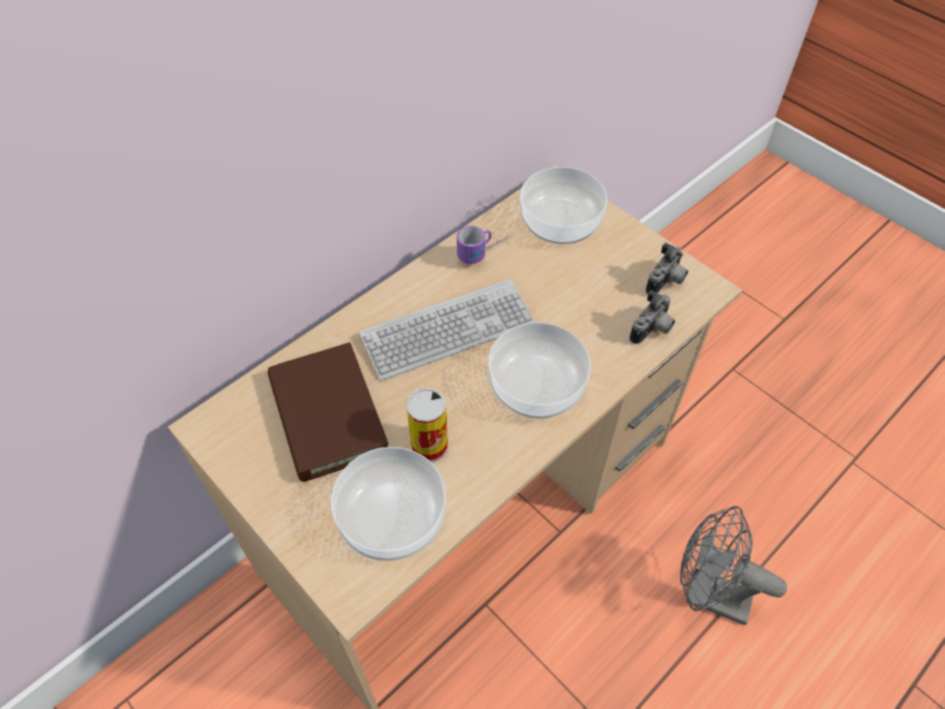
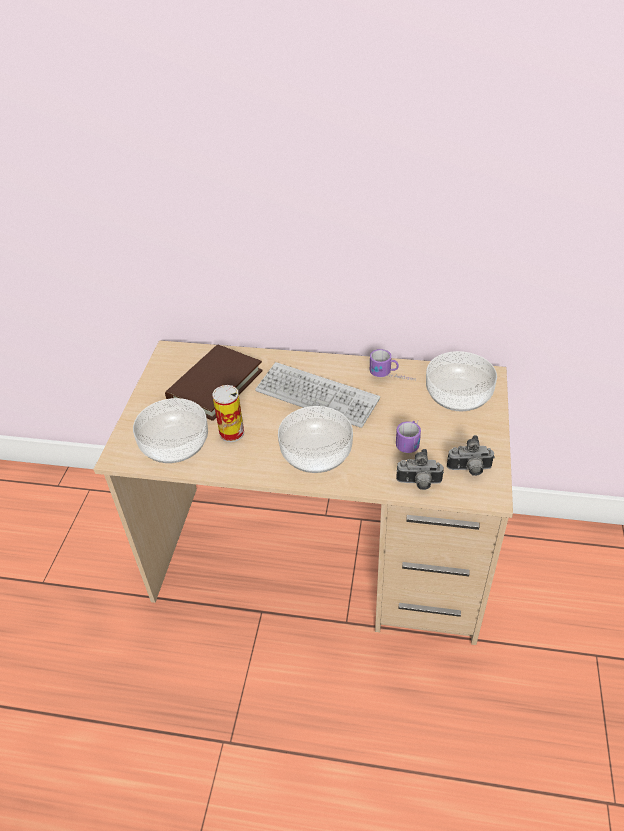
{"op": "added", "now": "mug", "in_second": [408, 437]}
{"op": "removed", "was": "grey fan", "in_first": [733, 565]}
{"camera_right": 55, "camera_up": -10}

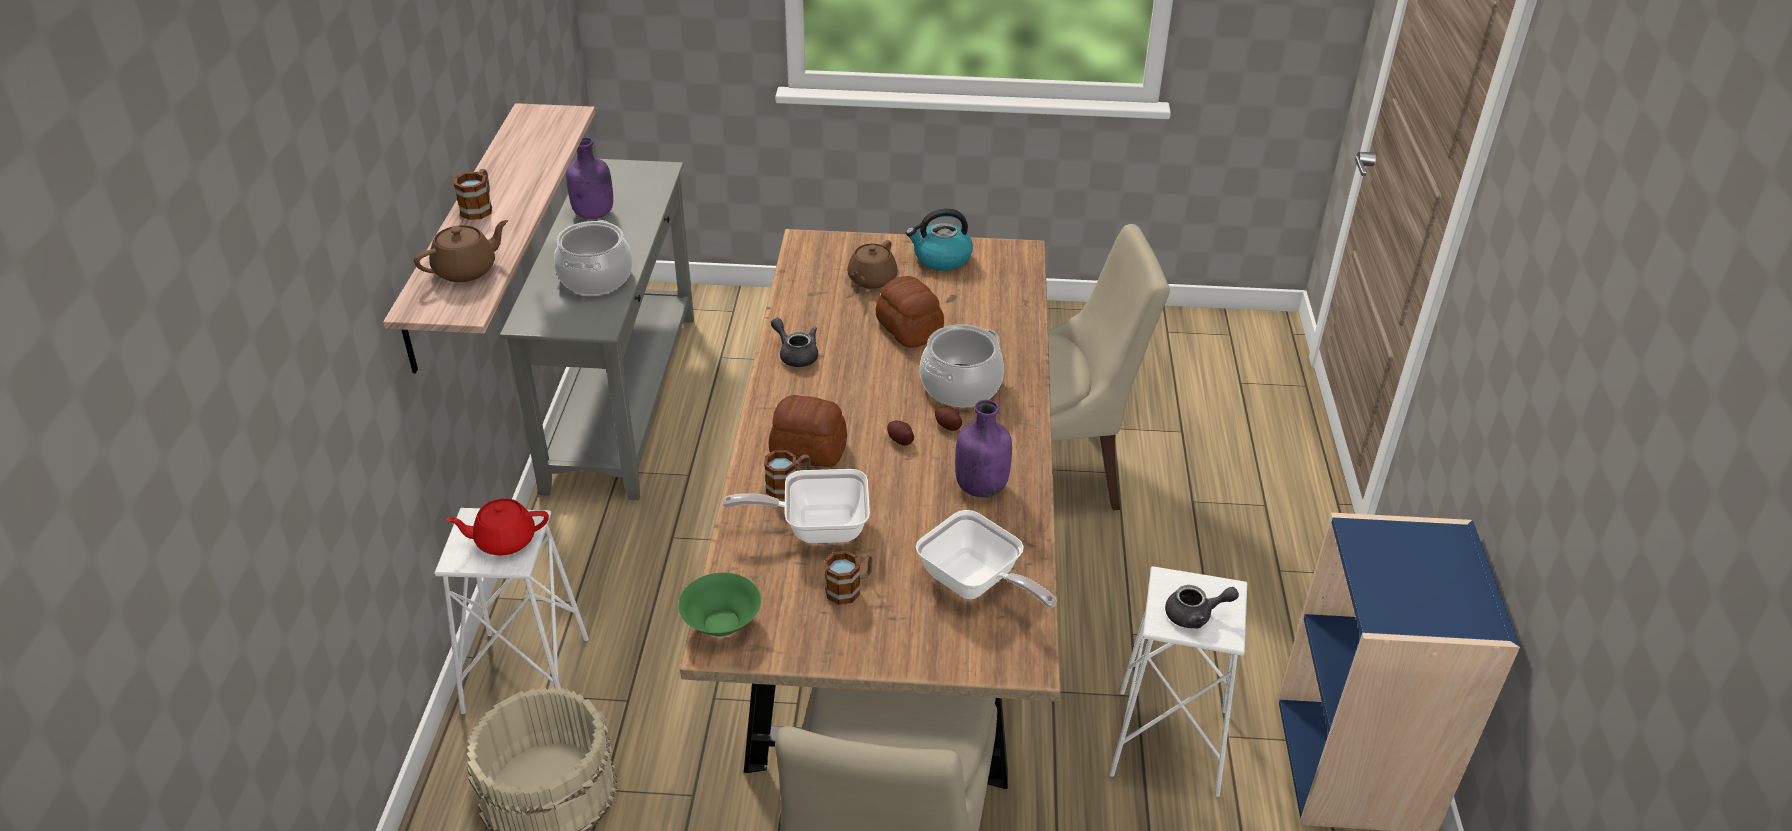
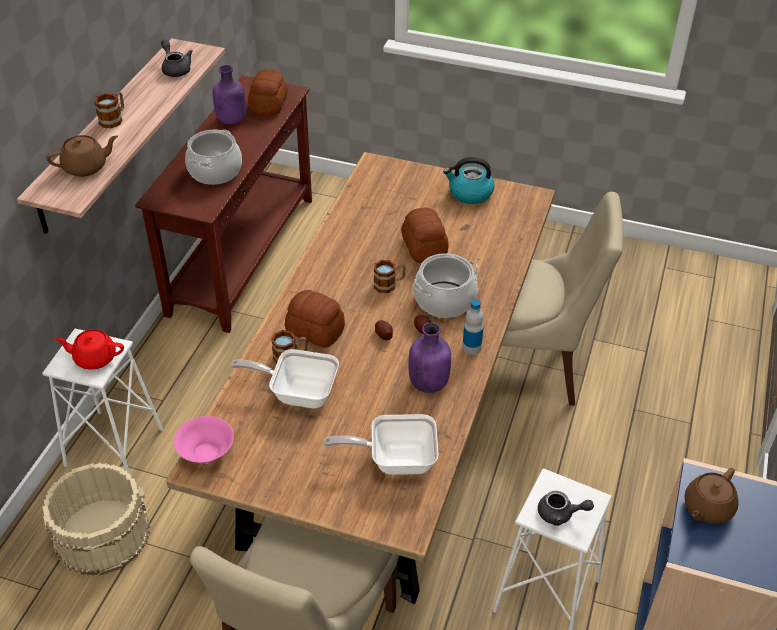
{"op": "recoloured", "was": "grey console table", "now": "brown console table", "in_first": [597, 329], "in_second": [223, 204]}
{"op": "moved", "was": "grey teapot", "in_first": [794, 342], "in_second": [177, 58]}
{"op": "recoloured", "was": "green bowl", "now": "pink bowl", "in_first": [719, 604], "in_second": [204, 439]}
{"op": "added", "now": "bread", "in_second": [268, 92]}
{"op": "turned", "was": "frying pan", "in_first": [986, 559], "in_second": [381, 444], "clockwise": 120}
{"op": "moved", "was": "mug", "in_first": [848, 578], "in_second": [390, 276]}
{"op": "added", "now": "bottle", "in_second": [473, 327]}
{"op": "moved", "was": "brown teapot", "in_first": [872, 264], "in_second": [711, 496]}
{"camera_right": 15, "camera_up": 5}

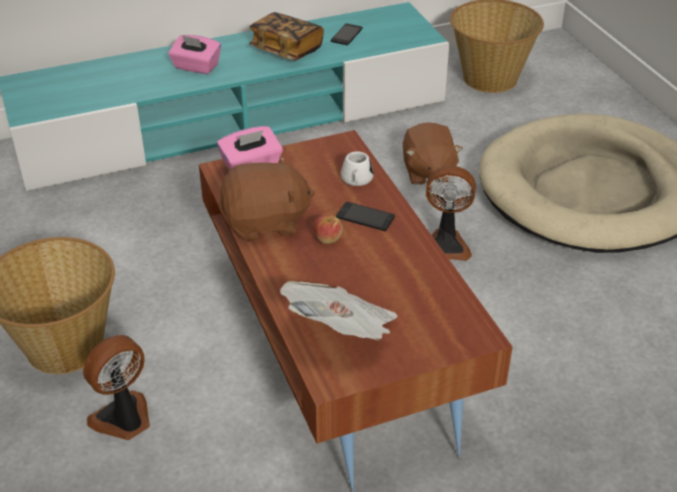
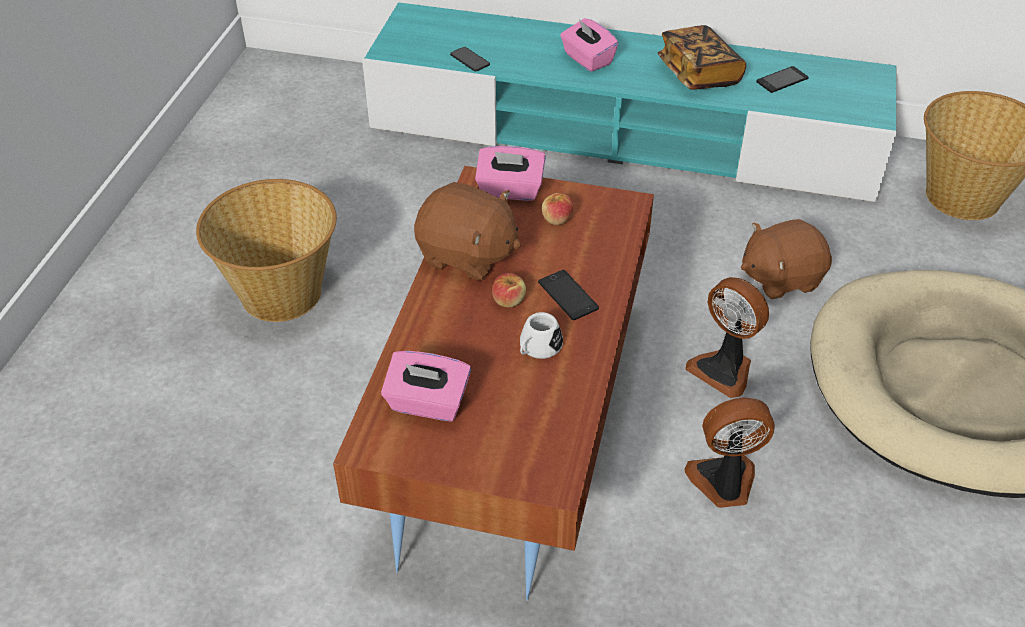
{"op": "replaced", "was": "newspaper", "now": "pink tissue box", "in_first": [339, 311], "in_second": [426, 386]}
{"op": "added", "now": "phone", "in_second": [470, 59]}
{"op": "moved", "was": "white mug", "in_first": [357, 168], "in_second": [541, 335]}
{"op": "added", "now": "apple", "in_second": [558, 209]}
{"op": "moved", "was": "fan", "in_first": [116, 387], "in_second": [729, 452]}
{"op": "turned", "was": "brown plush toy", "in_first": [433, 153], "in_second": [786, 259], "clockwise": 45}
{"camera_right": 35, "camera_up": 5}

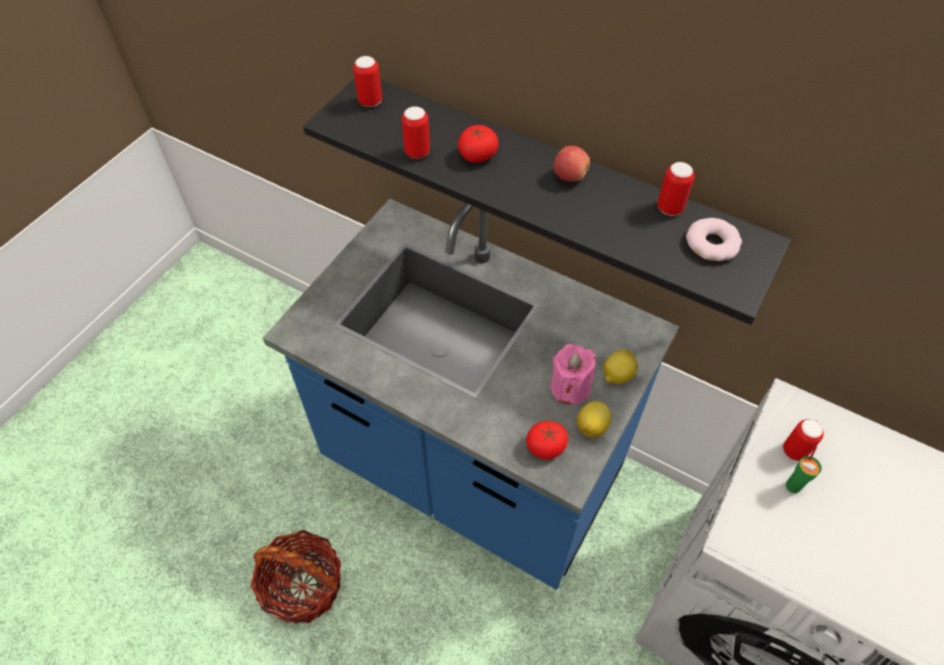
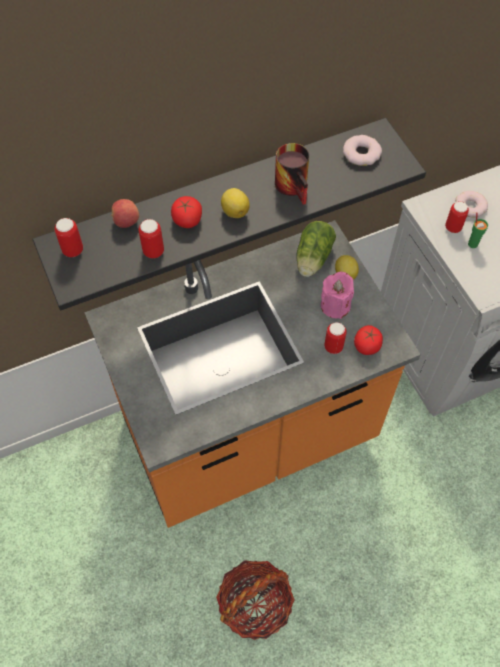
{"op": "recoloured", "was": "blue counter", "now": "orange counter", "in_first": [471, 394], "in_second": [252, 374]}
{"op": "moved", "was": "apple", "in_first": [572, 164], "in_second": [124, 213]}
{"op": "moved", "was": "lemon", "in_first": [594, 419], "in_second": [235, 203]}
{"op": "added", "now": "mug", "in_second": [292, 174]}
{"op": "added", "now": "lettuce", "in_second": [316, 249]}
{"op": "moved", "was": "can", "in_first": [675, 189], "in_second": [335, 338]}
{"op": "added", "now": "donut", "in_second": [471, 204]}
{"camera_right": -55, "camera_up": 5}

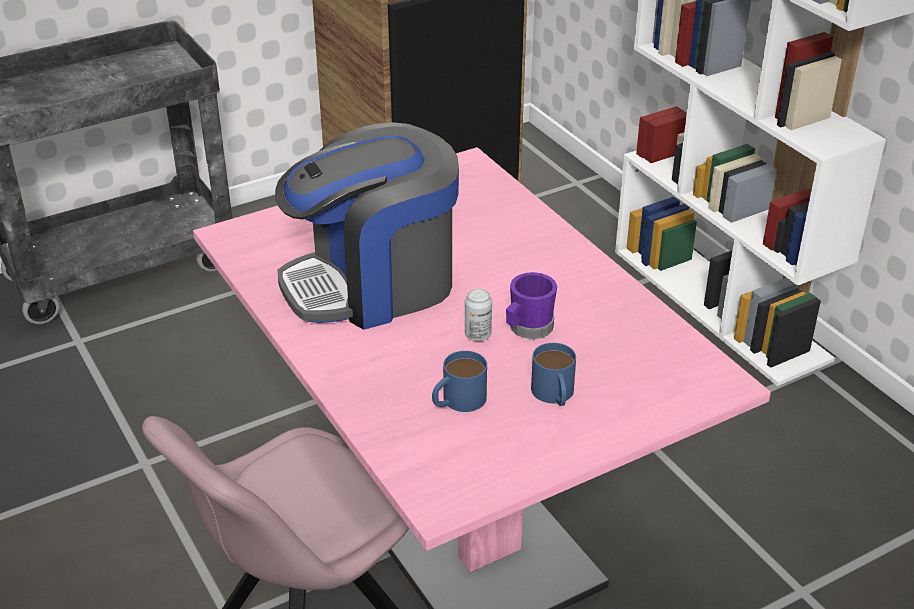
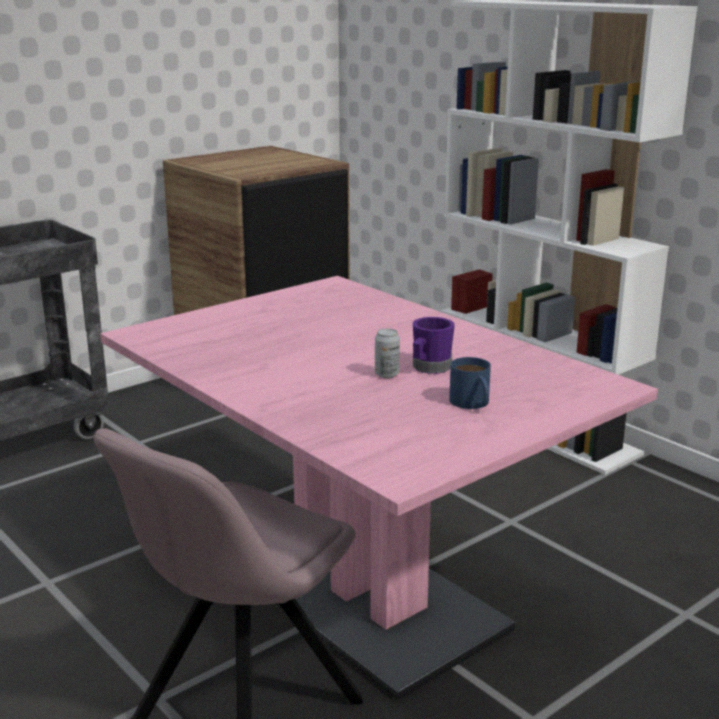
{"op": "removed", "was": "coffee machine", "in_first": [367, 226]}
{"op": "removed", "was": "blue mug", "in_first": [459, 381]}
{"camera_right": -10, "camera_up": -15}

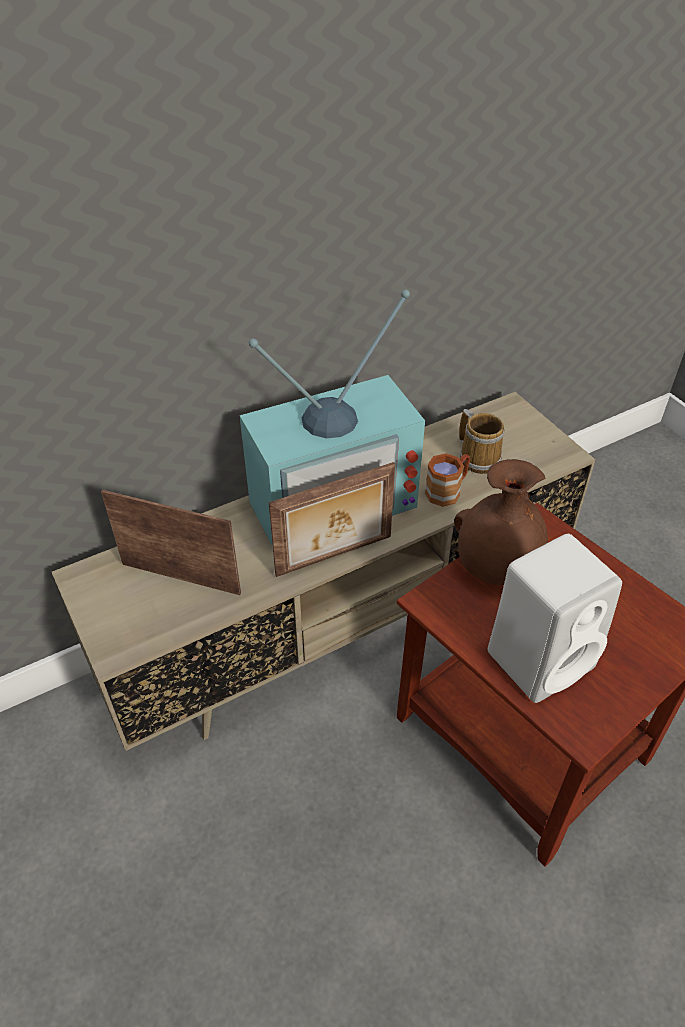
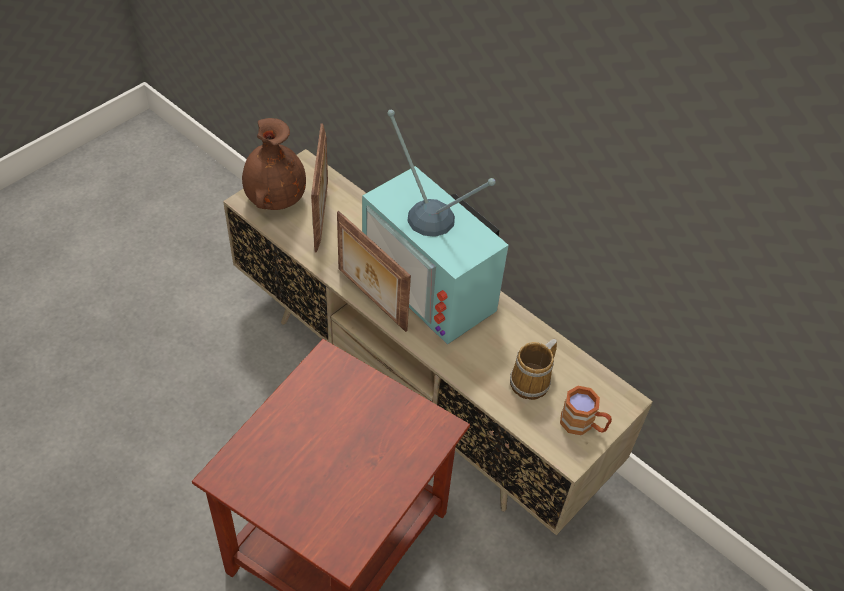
{"op": "moved", "was": "brown vase", "in_first": [501, 522], "in_second": [274, 164]}
{"op": "moved", "was": "brown mug", "in_first": [447, 480], "in_second": [586, 410]}
{"op": "removed", "was": "white speaker", "in_first": [555, 618]}
{"camera_right": 70, "camera_up": 5}

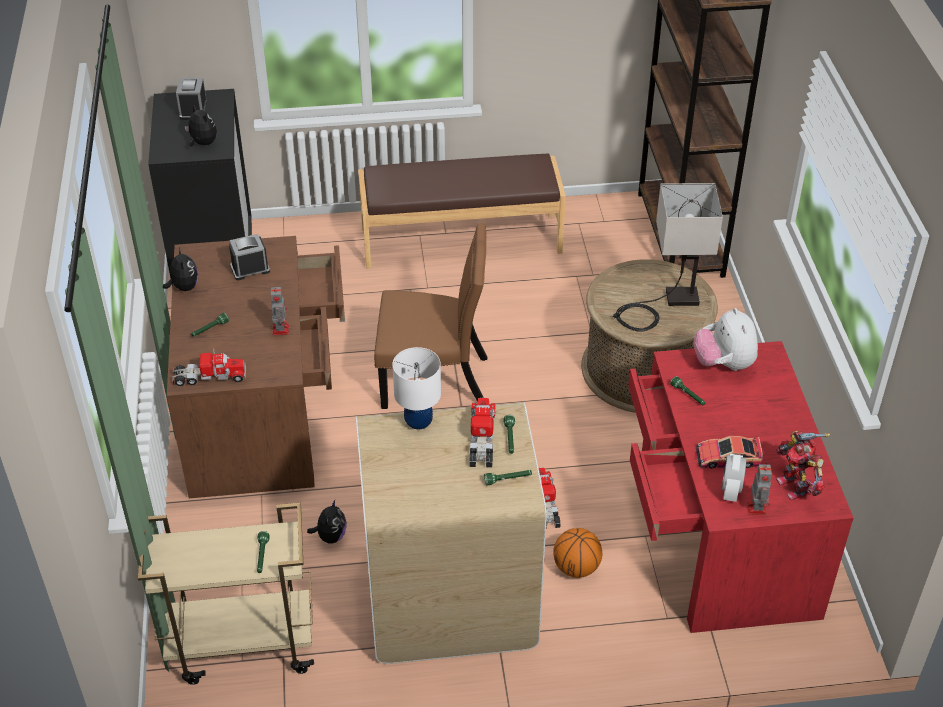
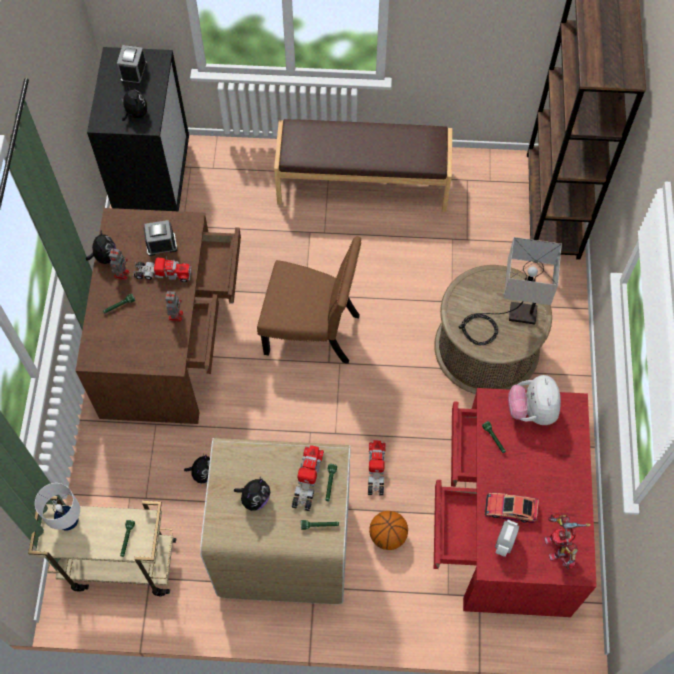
{"op": "moved", "was": "white table lamp", "in_first": [416, 388], "in_second": [57, 507]}
{"op": "moved", "was": "toy robot", "in_first": [759, 489], "in_second": [119, 264]}
{"op": "moved", "was": "toy truck", "in_first": [209, 367], "in_second": [162, 269]}
{"op": "added", "now": "plush toy", "in_second": [252, 494]}
{"camera_right": 10, "camera_up": 20}

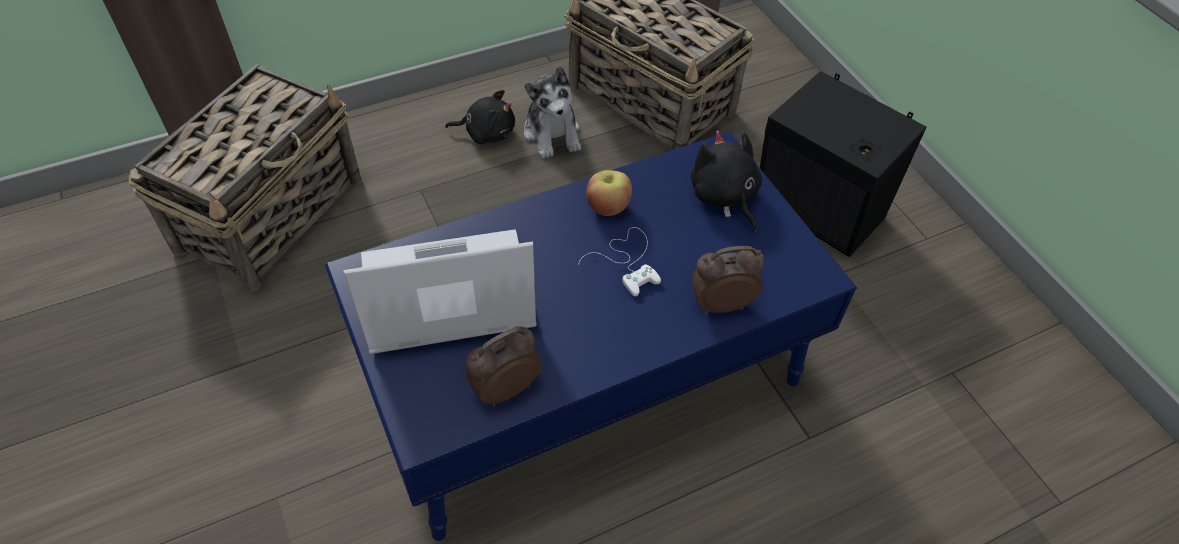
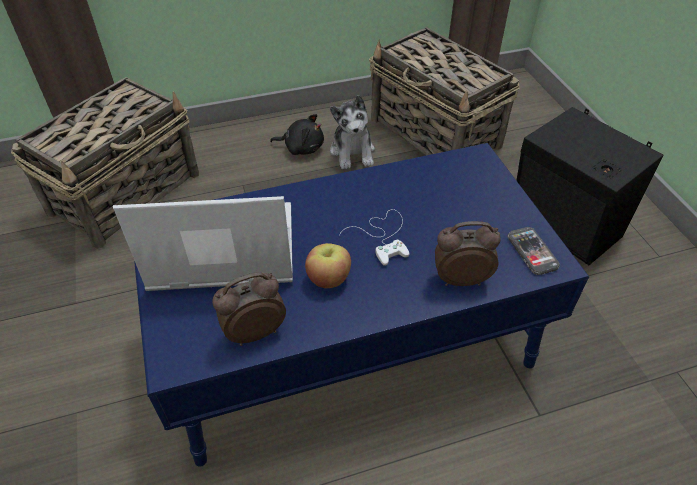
{"op": "moved", "was": "apple", "in_first": [609, 193], "in_second": [328, 265]}
{"op": "added", "now": "phone", "in_second": [533, 251]}
{"op": "removed", "was": "black plush toy", "in_first": [726, 181]}
{"camera_right": 10, "camera_up": -5}

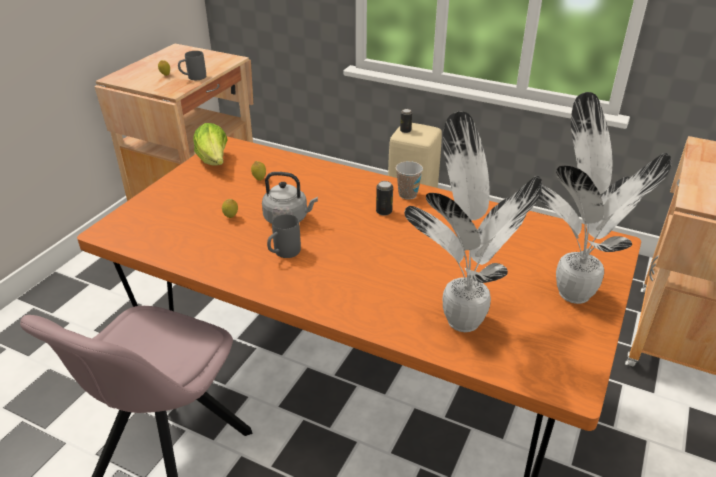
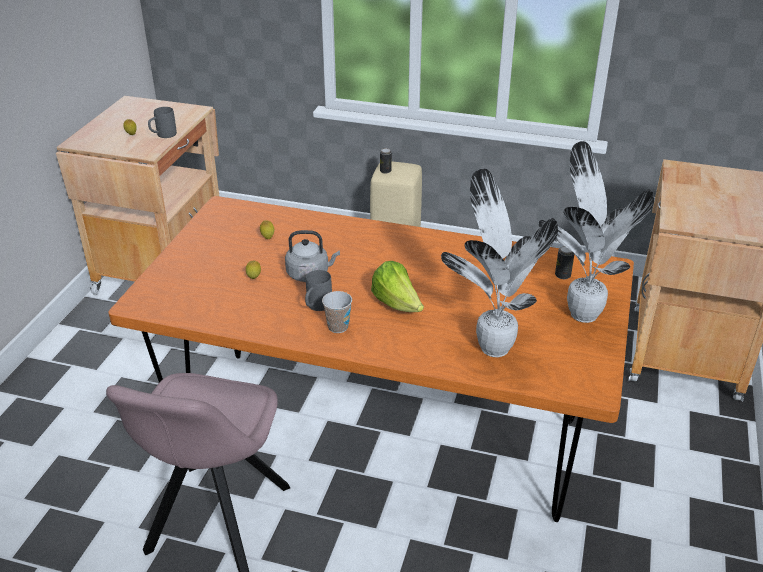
{"op": "moved", "was": "cup", "in_first": [409, 180], "in_second": [337, 312]}
{"op": "moved", "was": "lettuce", "in_first": [210, 144], "in_second": [397, 286]}
{"op": "moved", "was": "can", "in_first": [384, 198], "in_second": [564, 262]}
{"camera_right": -10, "camera_up": 0}

